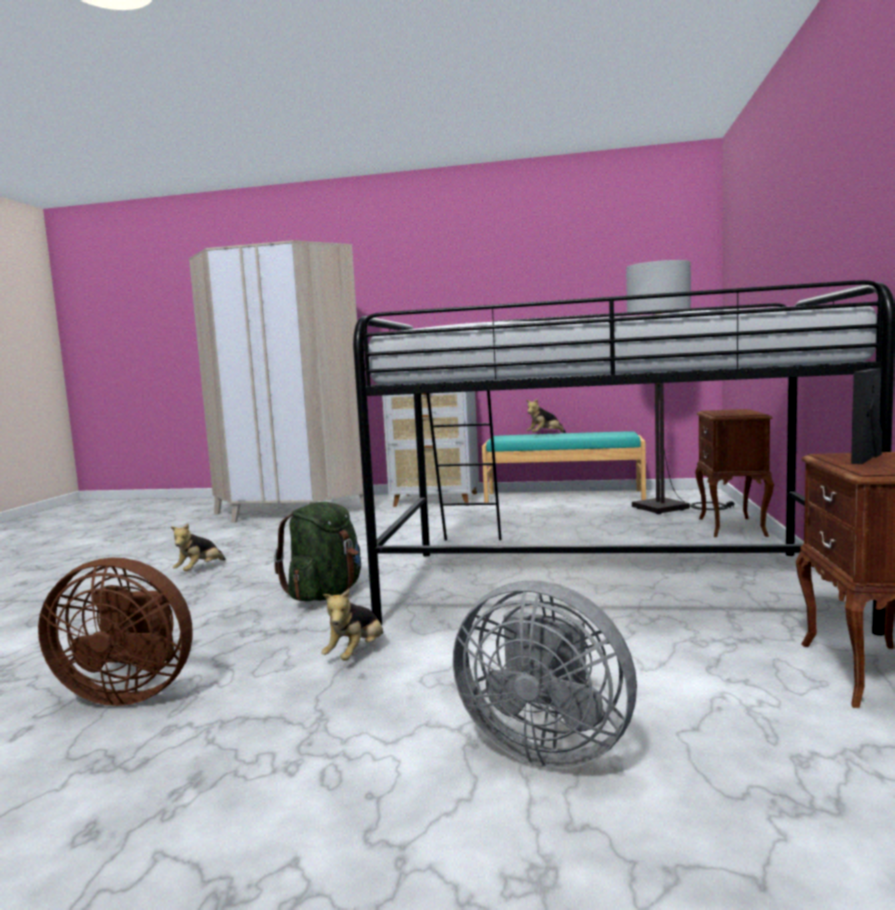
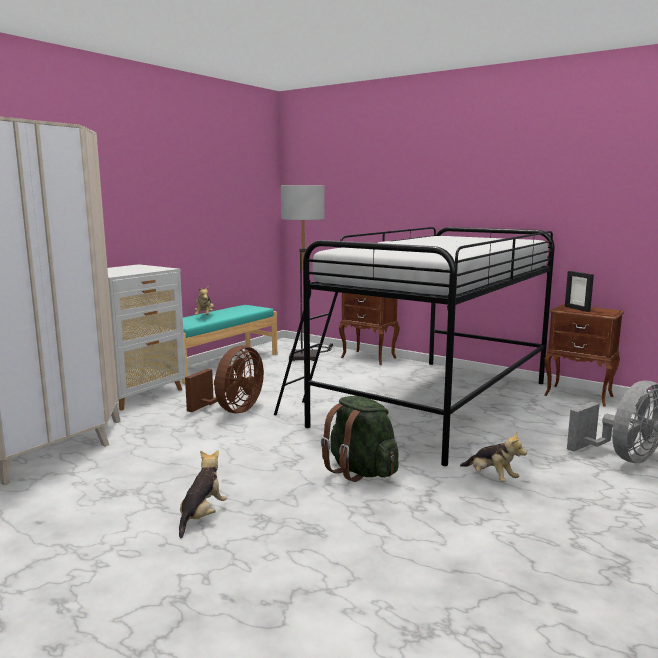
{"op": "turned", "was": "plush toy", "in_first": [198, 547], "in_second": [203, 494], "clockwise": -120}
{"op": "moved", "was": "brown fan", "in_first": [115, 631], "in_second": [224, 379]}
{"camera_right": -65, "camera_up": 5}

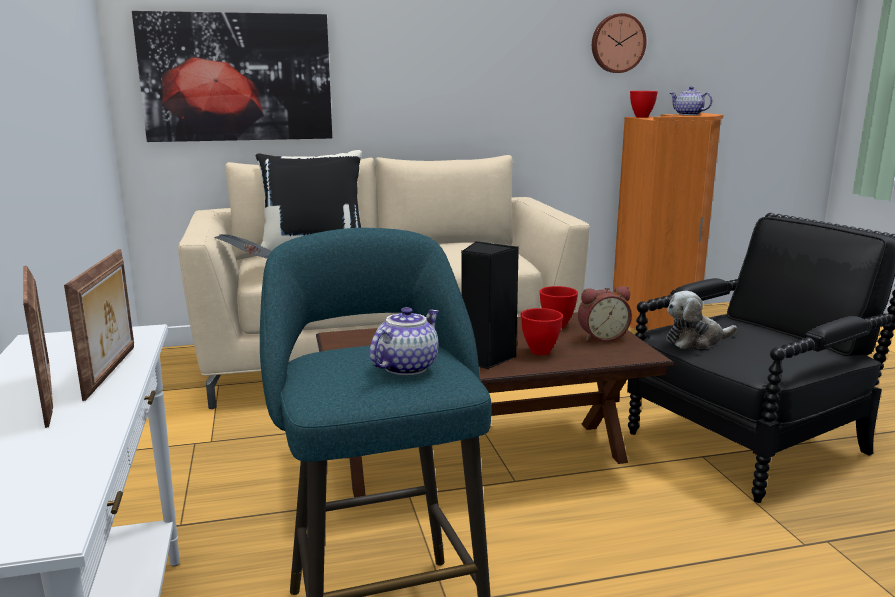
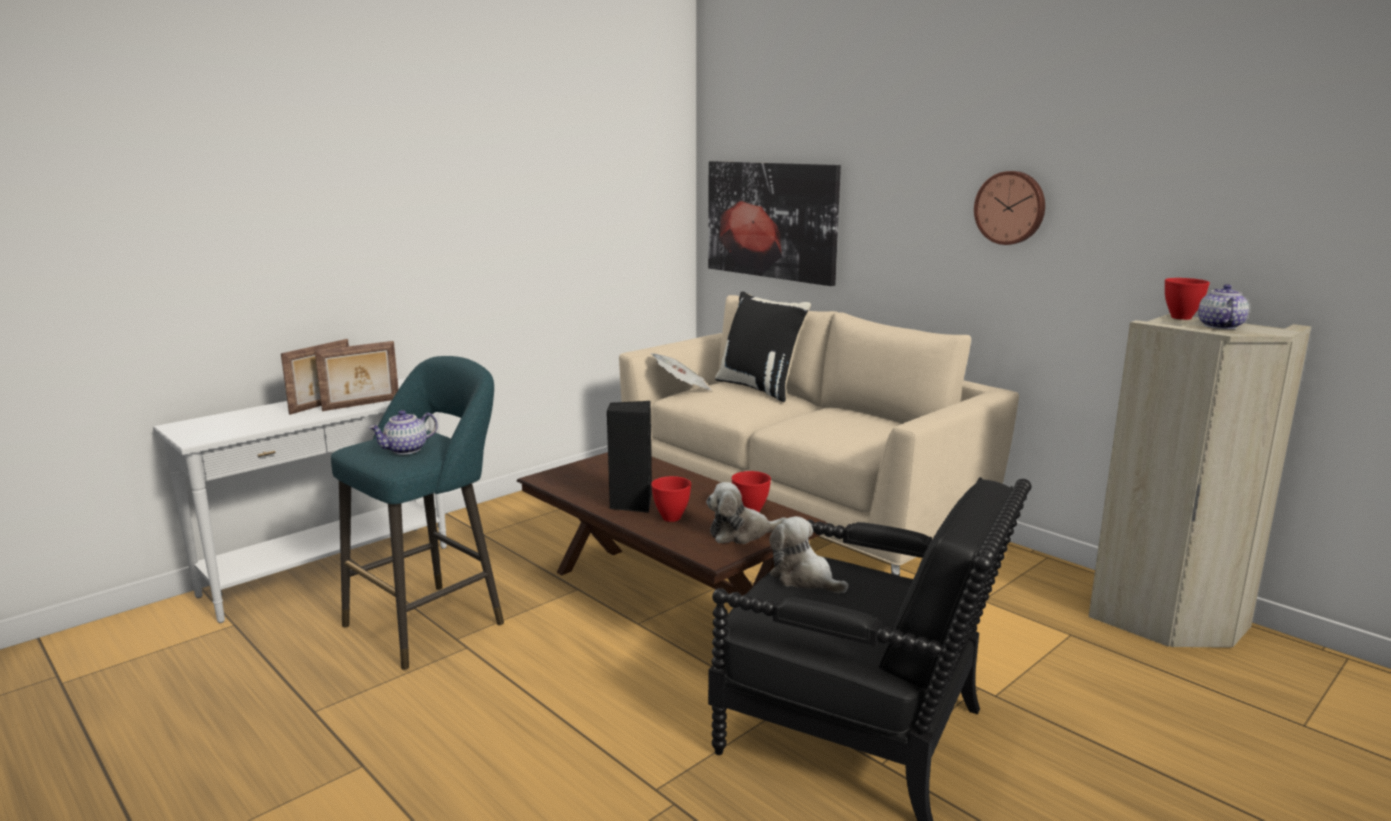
{"op": "turned", "was": "teapot", "in_first": [404, 341], "in_second": [403, 432], "clockwise": 135}
{"op": "replaced", "was": "alarm clock", "now": "plush toy", "in_first": [605, 314], "in_second": [746, 513]}
{"op": "moved", "was": "wall clock", "in_first": [619, 43], "in_second": [1009, 208]}
{"op": "recoloured", "was": "orange cabinet", "now": "beige cabinet", "in_first": [668, 222], "in_second": [1200, 481]}
{"camera_right": 60, "camera_up": 0}

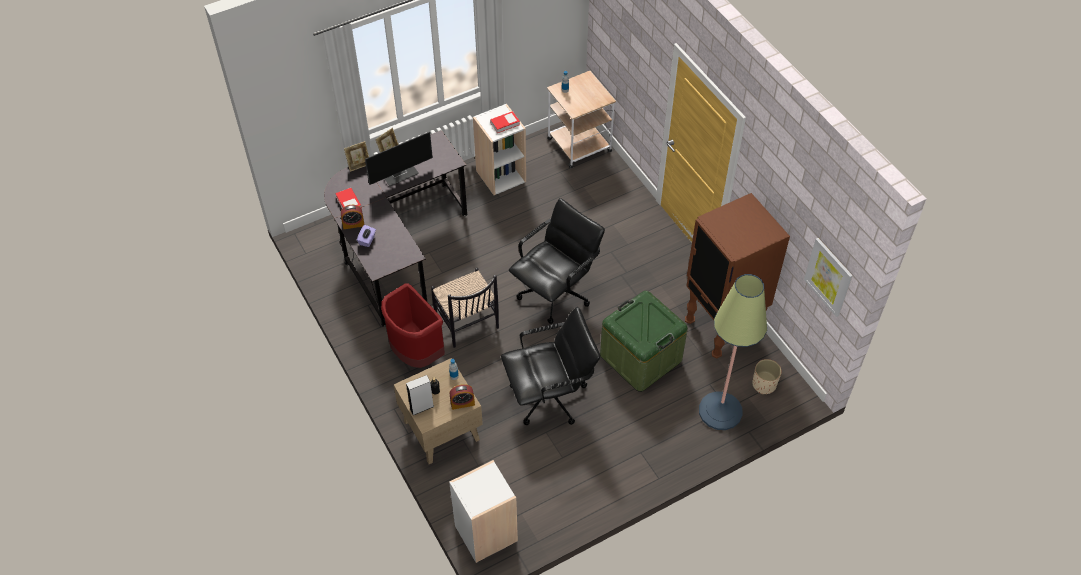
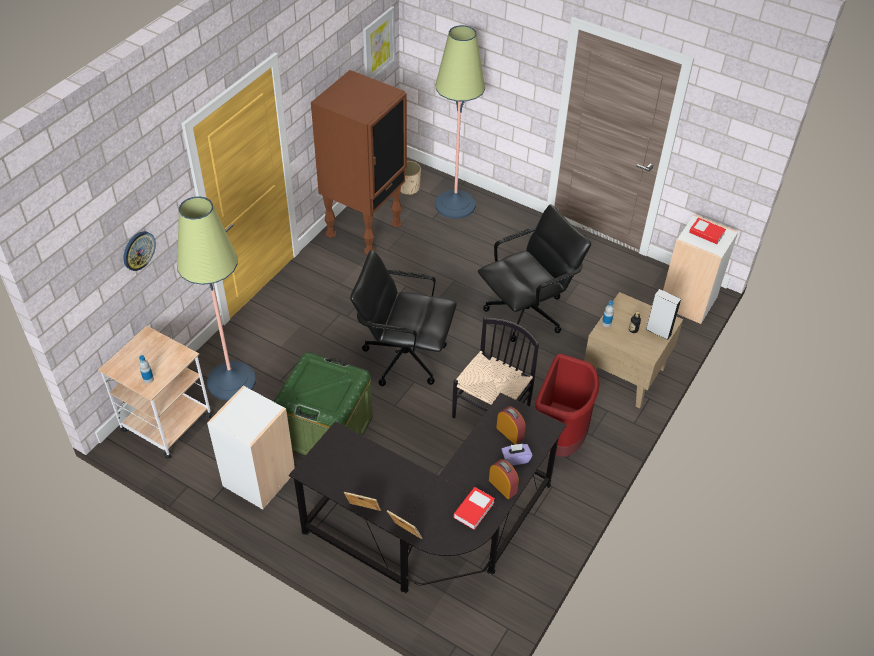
{"op": "added", "now": "wall clock", "in_second": [139, 251]}
{"op": "added", "now": "floor lamp", "in_second": [216, 298]}
{"op": "moved", "was": "green storage box", "in_first": [644, 341], "in_second": [323, 404]}
{"op": "turned", "was": "black office chair", "in_first": [550, 366], "in_second": [534, 273], "clockwise": 105}
{"op": "moved", "was": "alarm clock", "in_first": [462, 397], "in_second": [511, 425]}
{"op": "moved", "was": "book", "in_first": [505, 122], "in_second": [707, 231]}
{"op": "removed", "was": "monitor", "in_first": [399, 159]}
{"camera_right": -120, "camera_up": -5}

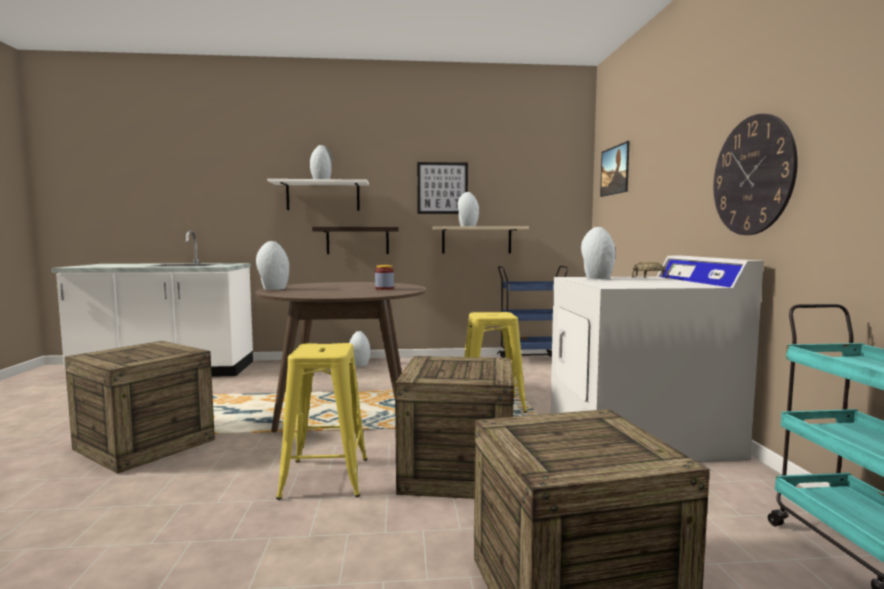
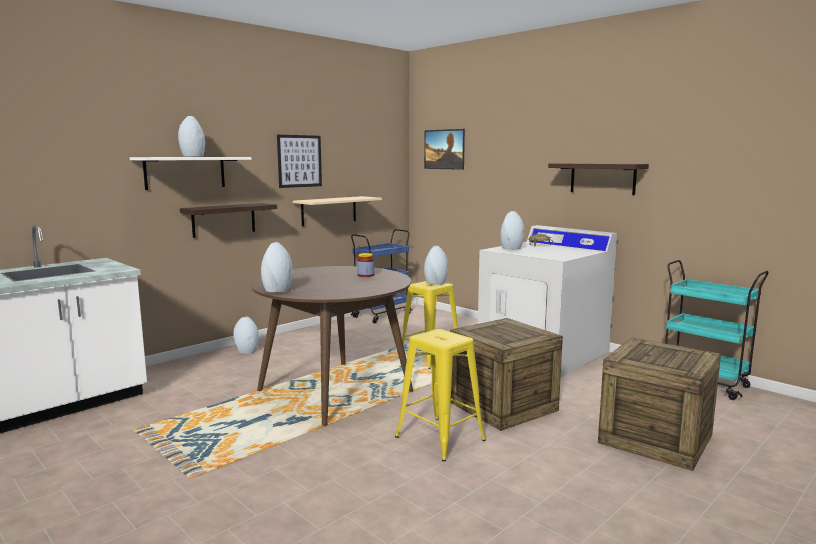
{"op": "moved", "was": "grey vase", "in_first": [468, 209], "in_second": [436, 265]}
{"op": "replaced", "was": "wall clock", "now": "shelf", "in_first": [756, 174], "in_second": [598, 179]}
{"op": "removed", "was": "crate", "in_first": [140, 407]}
{"camera_right": -40, "camera_up": 5}

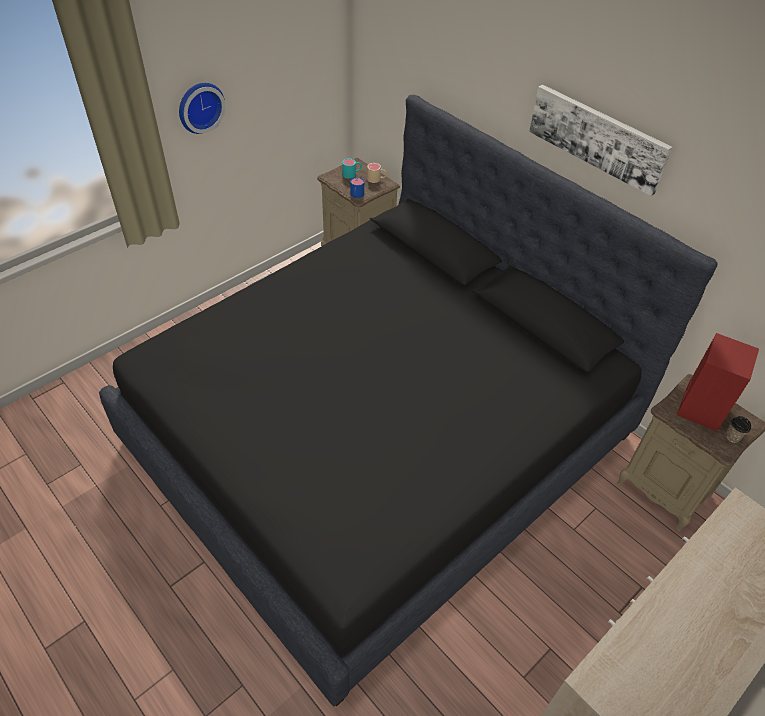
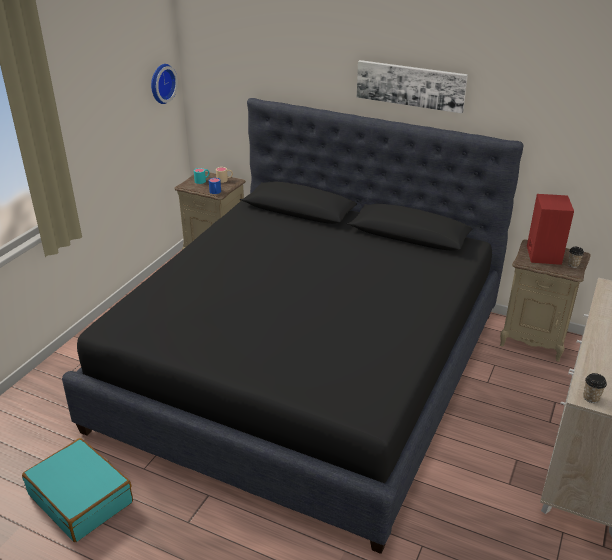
{"op": "added", "now": "turquoise suitcase", "in_second": [77, 490]}
{"op": "moved", "was": "wall clock", "in_first": [202, 108], "in_second": [164, 84]}
{"op": "added", "now": "cup", "in_second": [595, 388]}
{"camera_right": -20, "camera_up": -15}

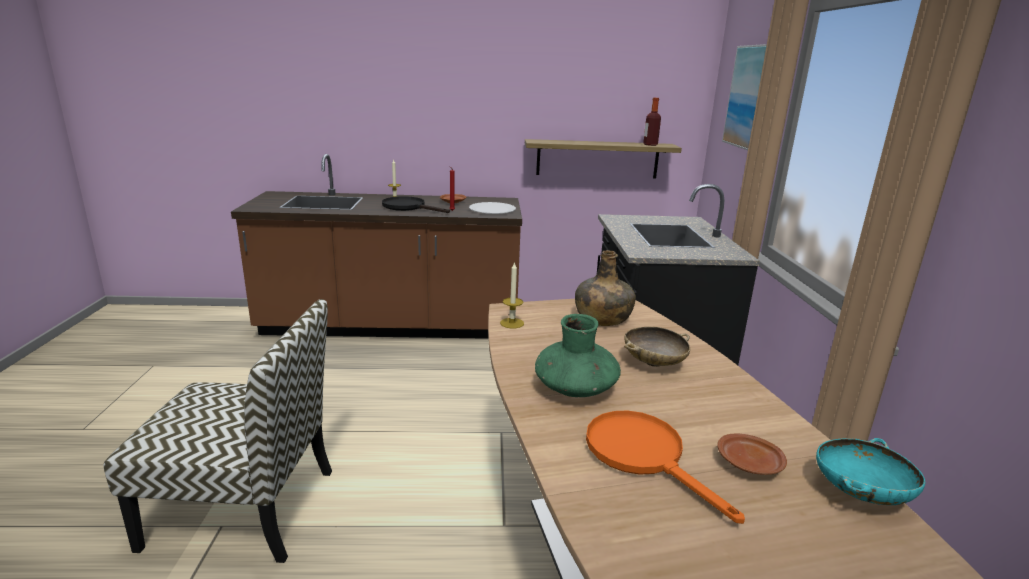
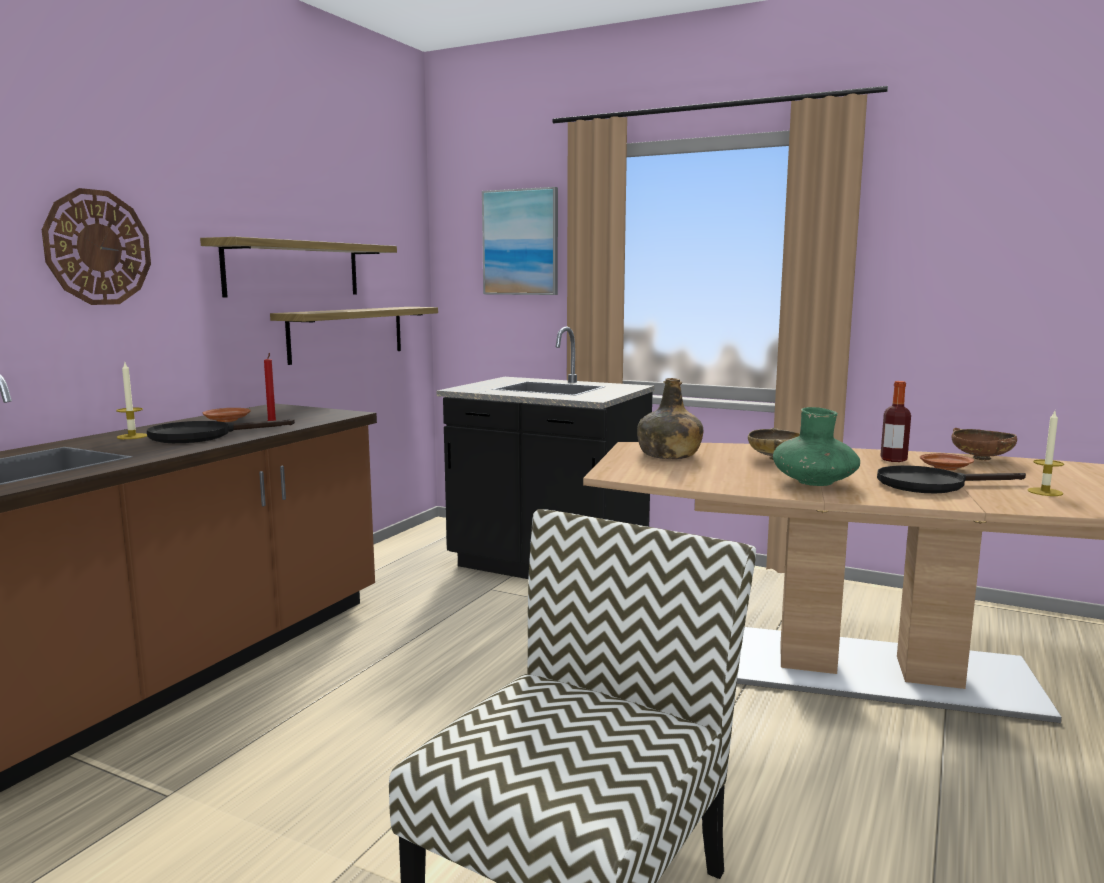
{"op": "added", "now": "wall clock", "in_second": [96, 246]}
{"op": "added", "now": "shelf", "in_second": [298, 267]}
{"op": "recoloured", "was": "orange frying pan", "now": "black frying pan", "in_first": [665, 467], "in_second": [951, 479]}
{"op": "moved", "was": "bottle", "in_first": [652, 122], "in_second": [895, 421]}
{"op": "recoloured", "was": "turquoise bowl", "now": "brown bowl", "in_first": [870, 471], "in_second": [984, 444]}
{"op": "moved", "was": "candle", "in_first": [512, 295], "in_second": [1045, 453]}
{"op": "removed", "was": "white plate", "in_first": [492, 208]}
{"camera_right": -60, "camera_up": -10}

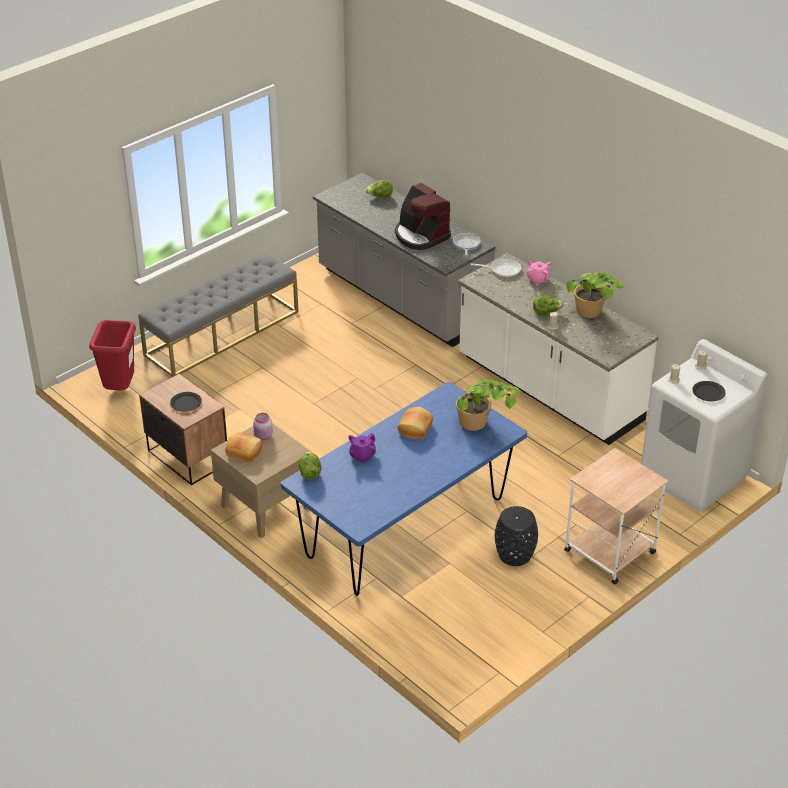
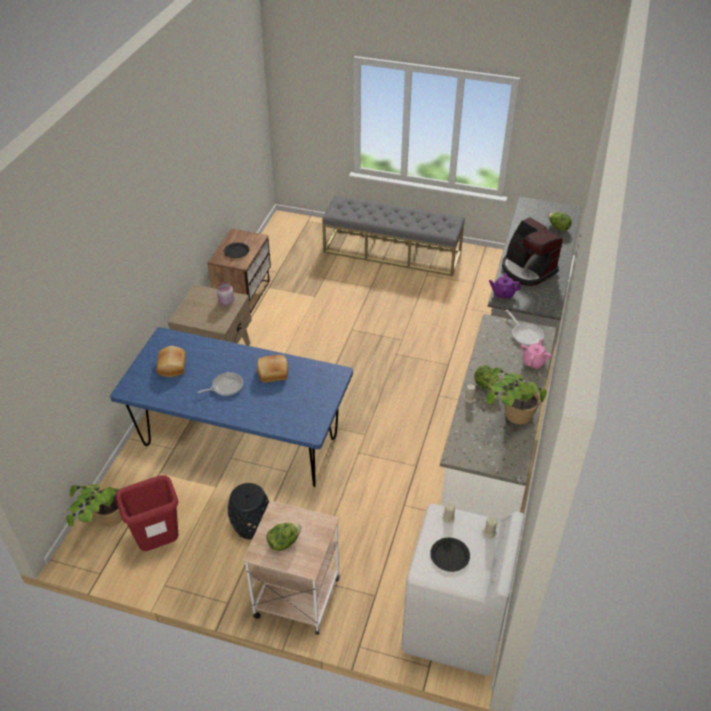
{"op": "moved", "was": "potted plant", "in_first": [488, 405], "in_second": [94, 505]}
{"op": "moved", "was": "red trash can", "in_first": [112, 355], "in_second": [147, 513]}
{"op": "moved", "was": "bread", "in_first": [244, 447], "in_second": [171, 361]}
{"op": "moved", "was": "frying pan", "in_first": [467, 244], "in_second": [220, 384]}
{"op": "moved", "was": "lettuce", "in_first": [310, 465], "in_second": [284, 537]}
{"op": "moved", "was": "purple teapot", "in_first": [362, 448], "in_second": [504, 286]}
{"op": "turned", "was": "coffee machine", "in_first": [423, 216], "in_second": [532, 251], "clockwise": -60}
{"camera_right": 60, "camera_up": 5}

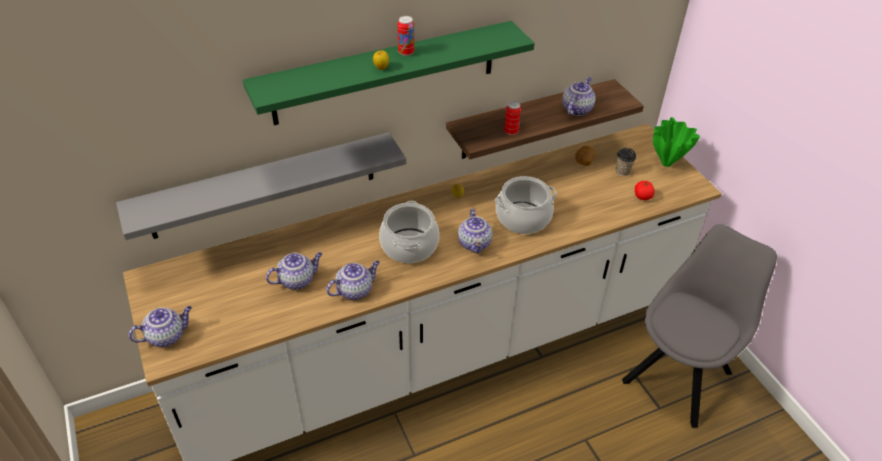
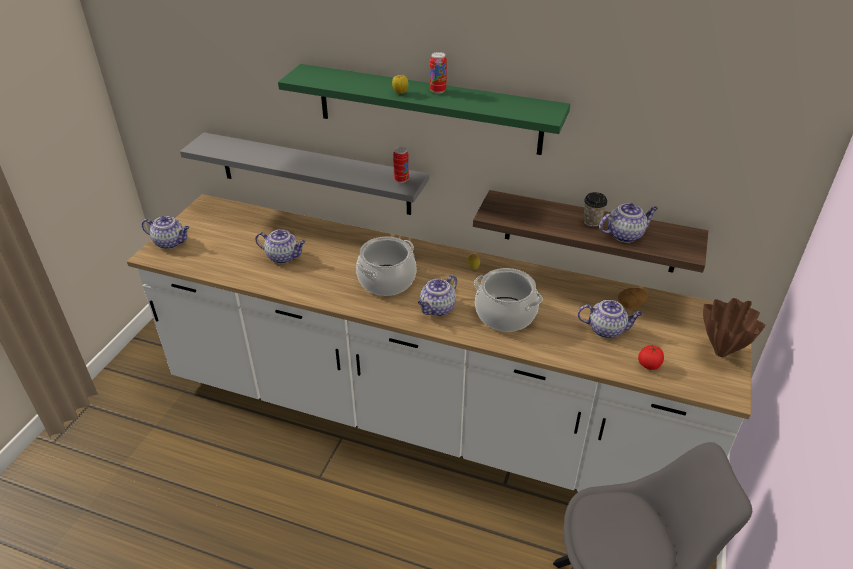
{"op": "moved", "was": "can", "in_first": [512, 118], "in_second": [401, 165]}
{"op": "moved", "was": "teapot", "in_first": [353, 280], "in_second": [610, 319]}
{"op": "moved", "was": "cup", "in_first": [626, 162], "in_second": [595, 209]}
{"op": "recoloured", "was": "green vase", "now": "brown vase", "in_first": [676, 142], "in_second": [734, 327]}
{"camera_right": 45, "camera_up": -5}

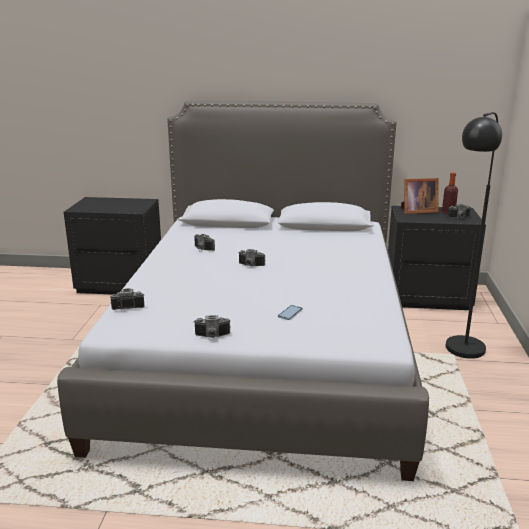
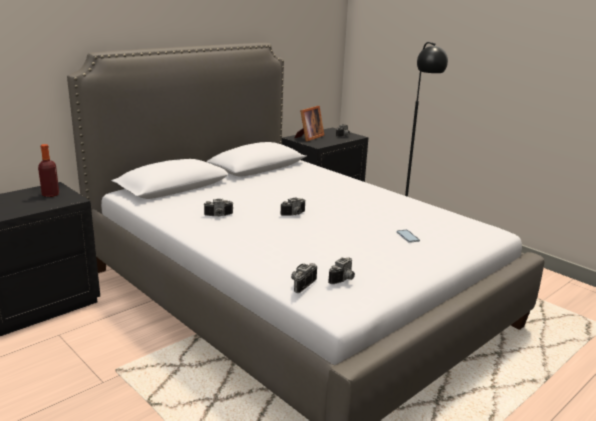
{"op": "moved", "was": "bottle", "in_first": [450, 193], "in_second": [48, 170]}
{"op": "moved", "was": "photo camera", "in_first": [212, 326], "in_second": [341, 270]}
{"camera_right": -50, "camera_up": 0}

